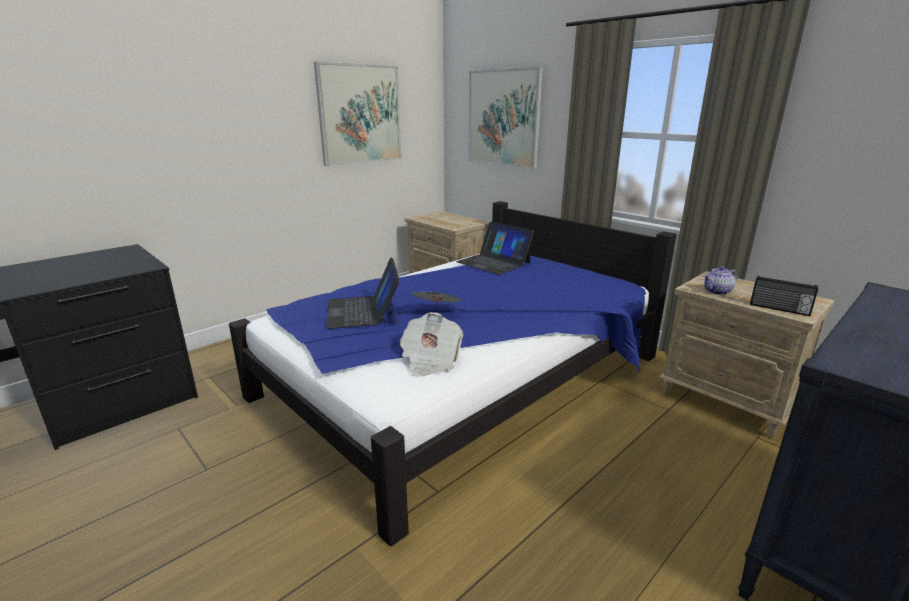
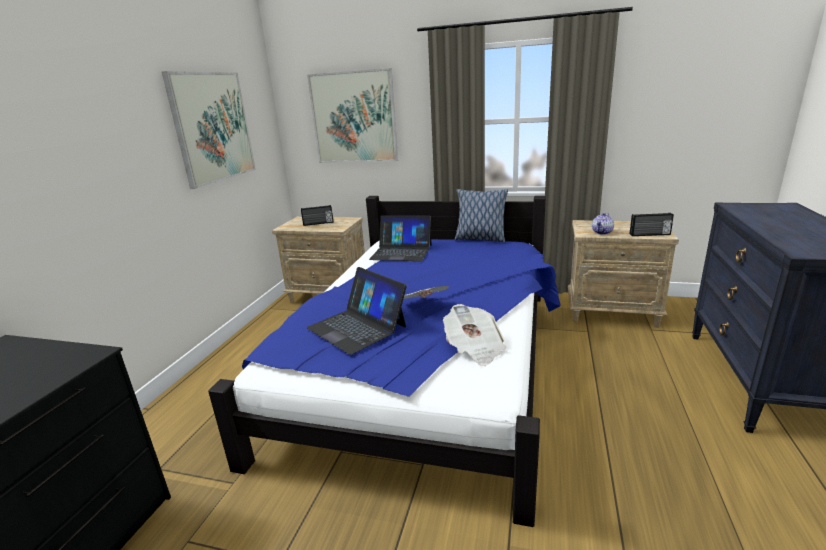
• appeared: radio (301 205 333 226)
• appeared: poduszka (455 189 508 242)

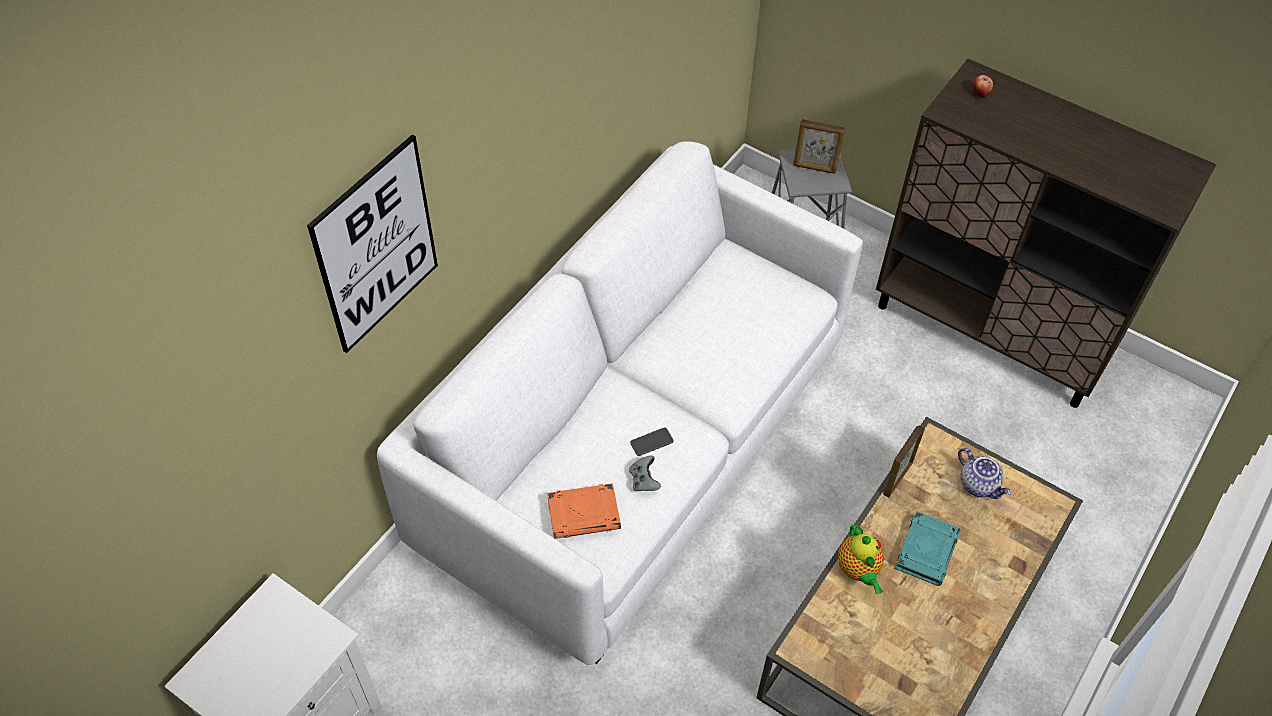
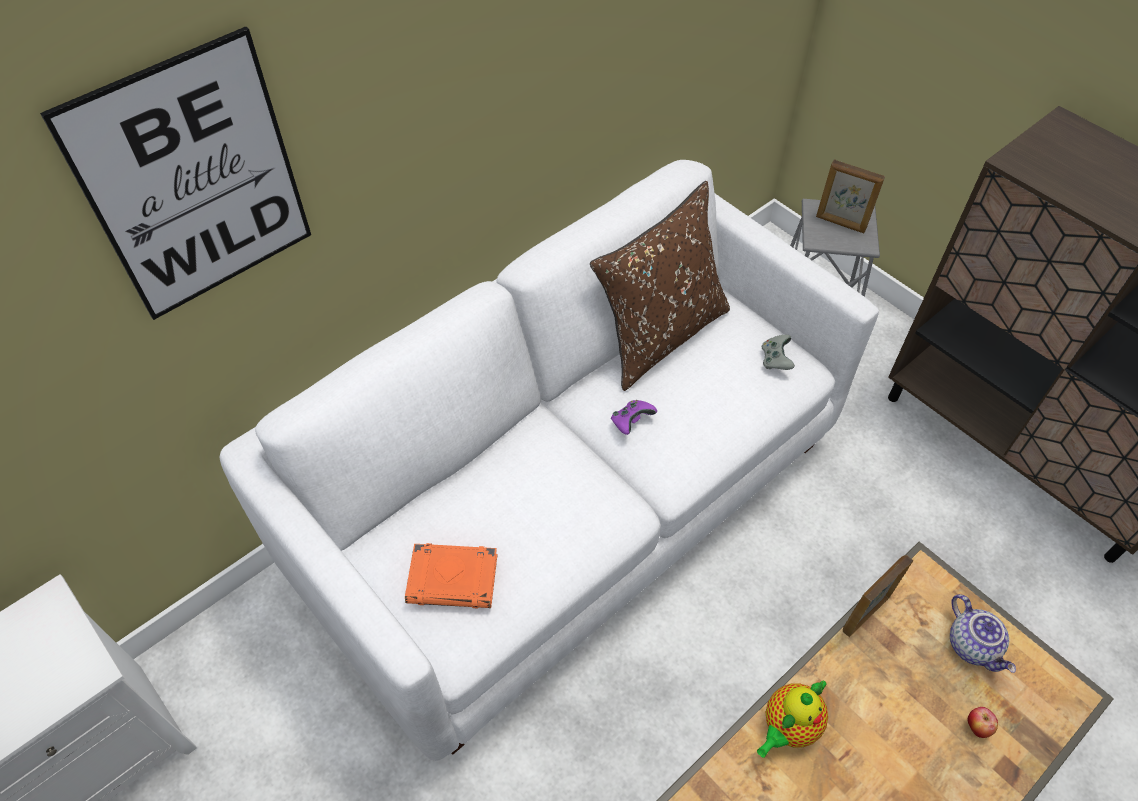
• appeared: poduszka [brązowy] (590 181 730 391)
• appeared: pad do gier [fioletowy] (611 400 657 435)
• spun: imbryk (838 524 884 594) = (757 680 828 758) 45 degrees clockwise
• relocated: pad do gier [szary] (629 456 661 491) to (762 334 795 370)
• relocated: jabłko (973 75 993 97) to (968 707 998 738)
• missing: telefon (630 427 674 456)
• missing: książka [turkusowy] (895 511 960 586)

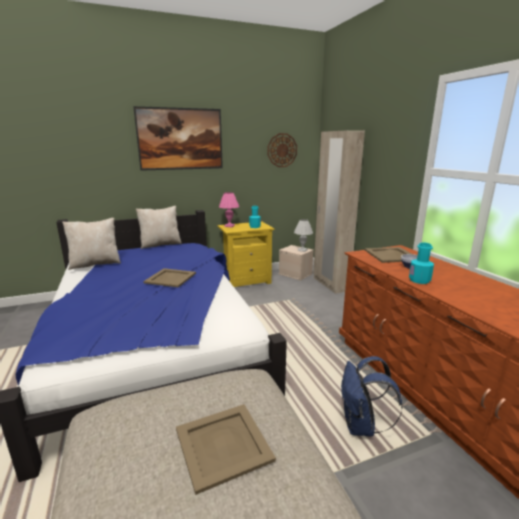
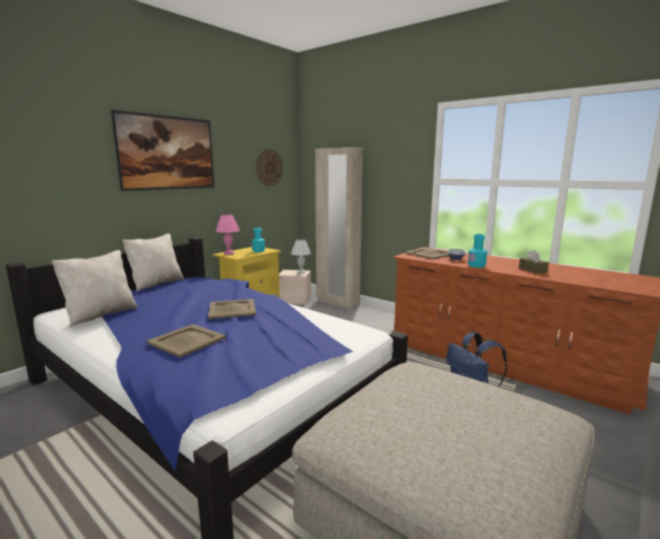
• relocated: taca [beżowy] (176 404 276 495) to (147 324 226 358)
• appeared: pudełko chusteczek [brązowy] (519 250 549 274)

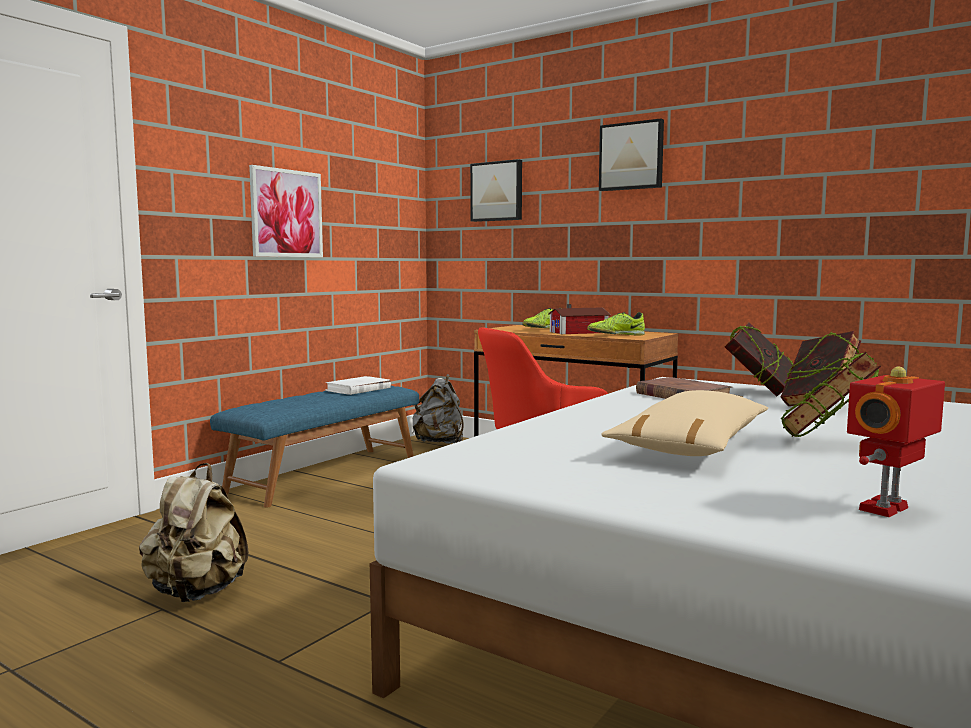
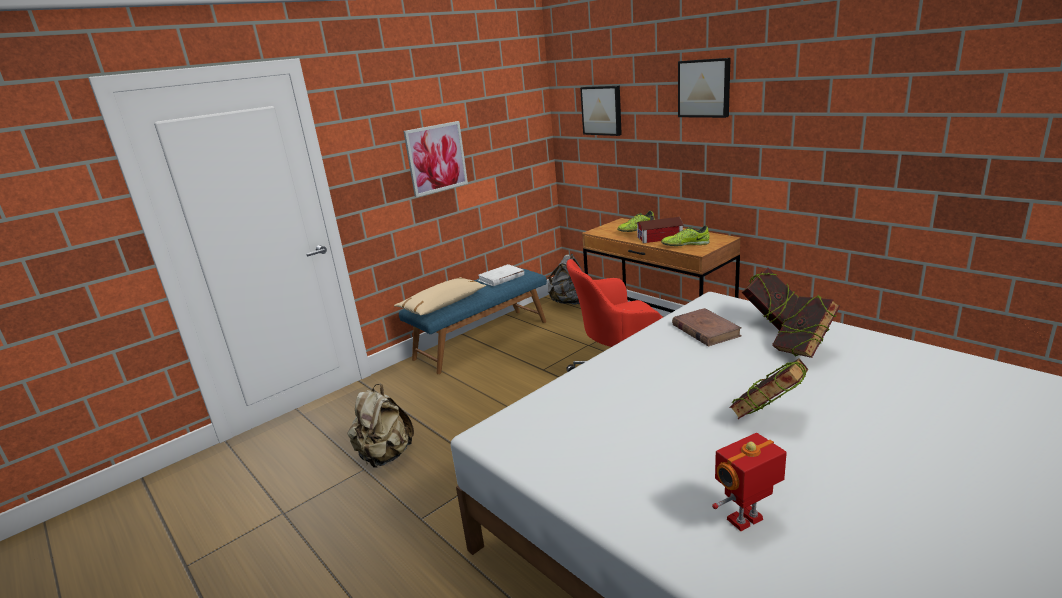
• relocated: poduszka [beżowy] (602 390 768 456) to (394 277 486 315)

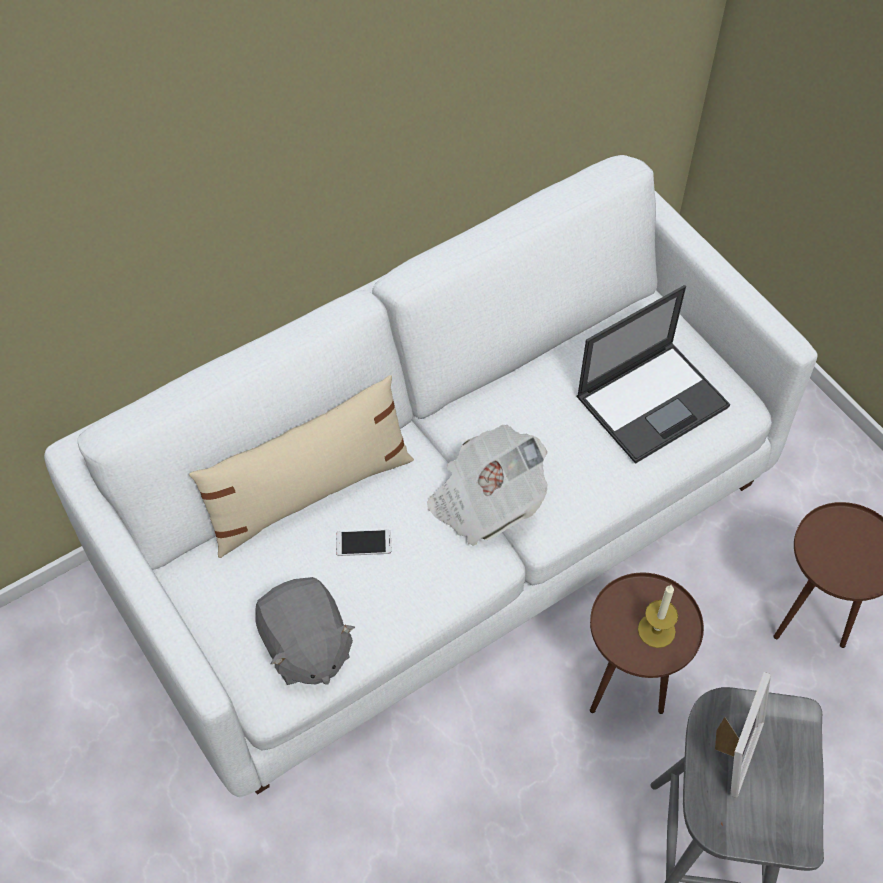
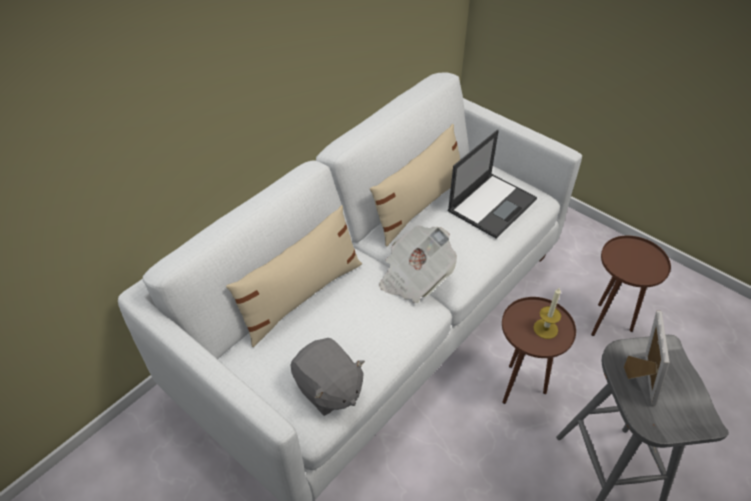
• appeared: poduszka [beżowy] (370 124 460 246)
• missing: telefon (336 529 392 556)

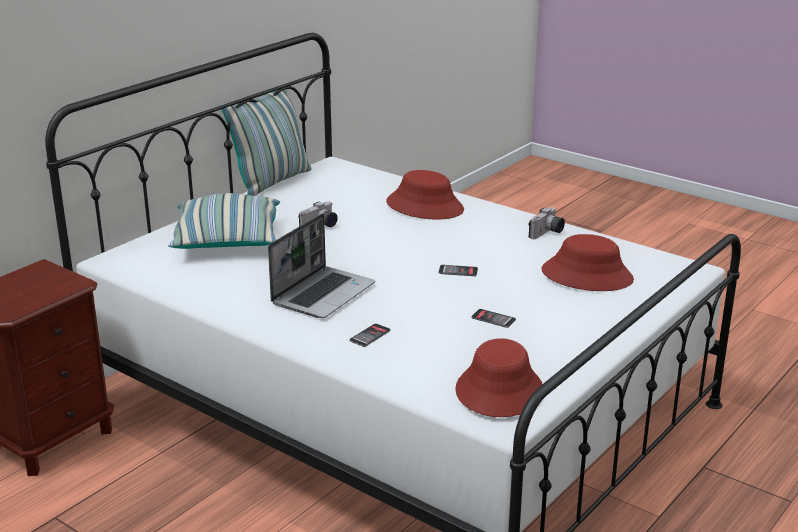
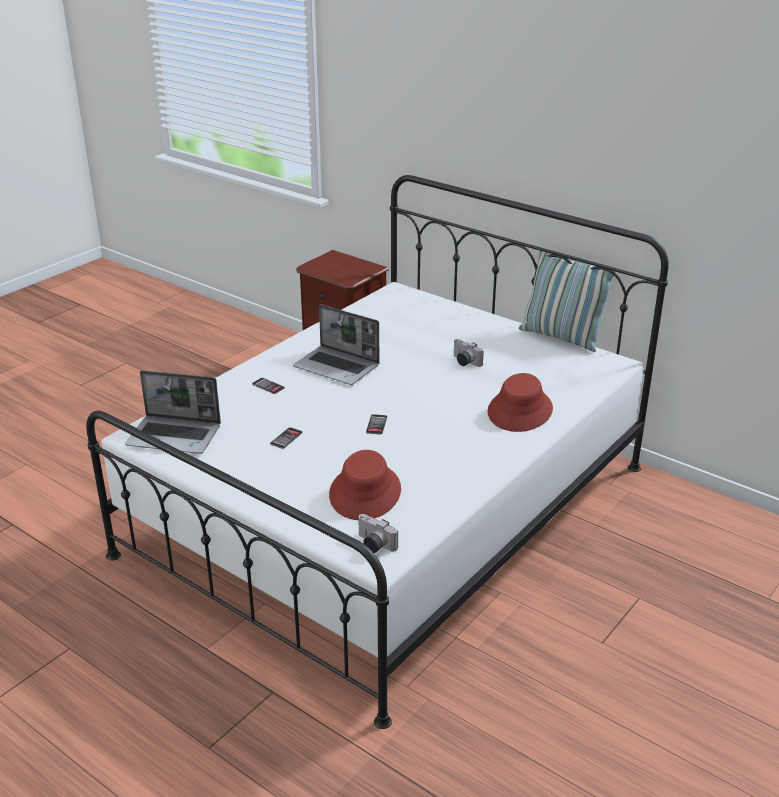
• exchanged: kapelusz [czerwony] (455 338 542 417) to laptop (125 370 221 454)
• relocated: aparat fotograficzny (529 207 565 239) to (357 514 398 553)
• missing: poduszka (168 193 280 249)

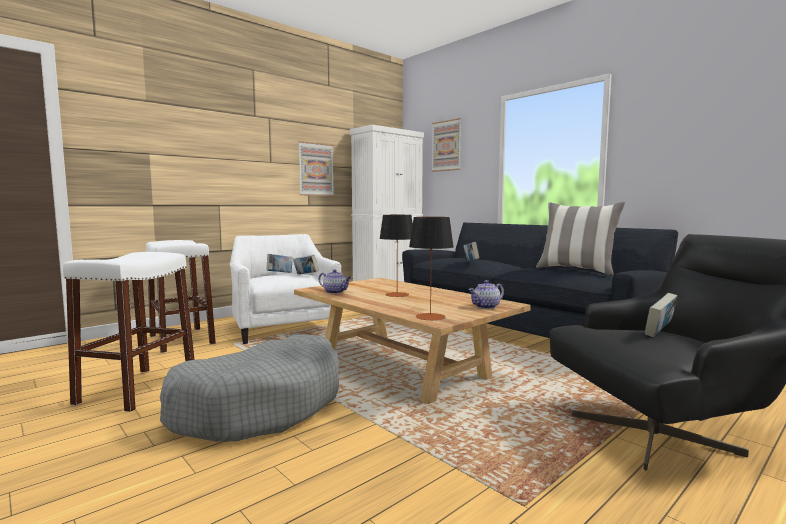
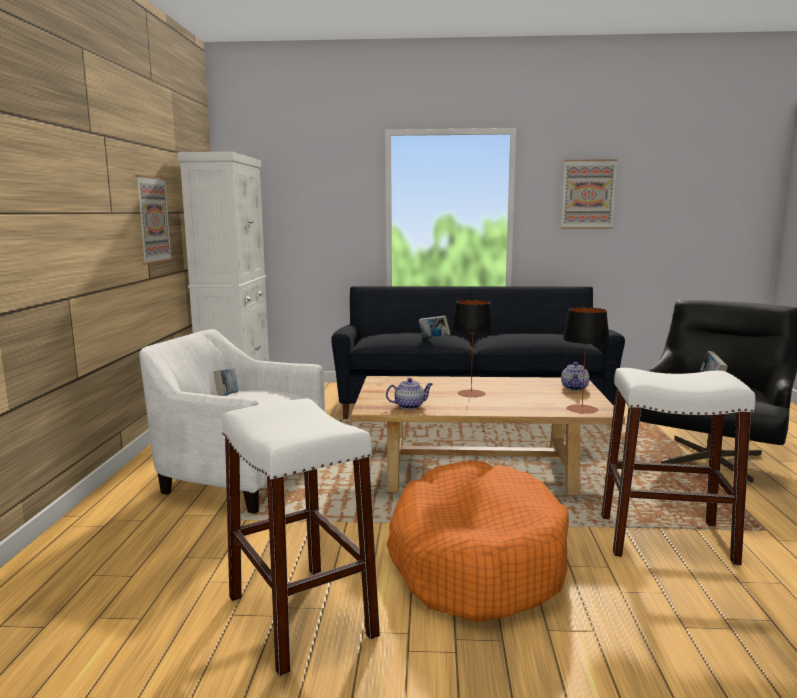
• colour: legowisko [szary] (160 334 339 442) to legowisko [pomarańczowy] (386 460 569 622)
• relocated: obraz (431 118 462 172) to (561 159 617 229)
• relocated: stołek [biały] (146 240 216 353) to (601 368 755 566)
• missing: książka (293 255 319 274)
• missing: poduszka (536 202 625 275)

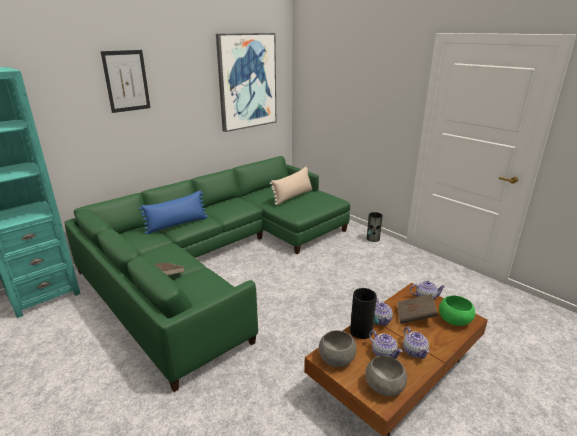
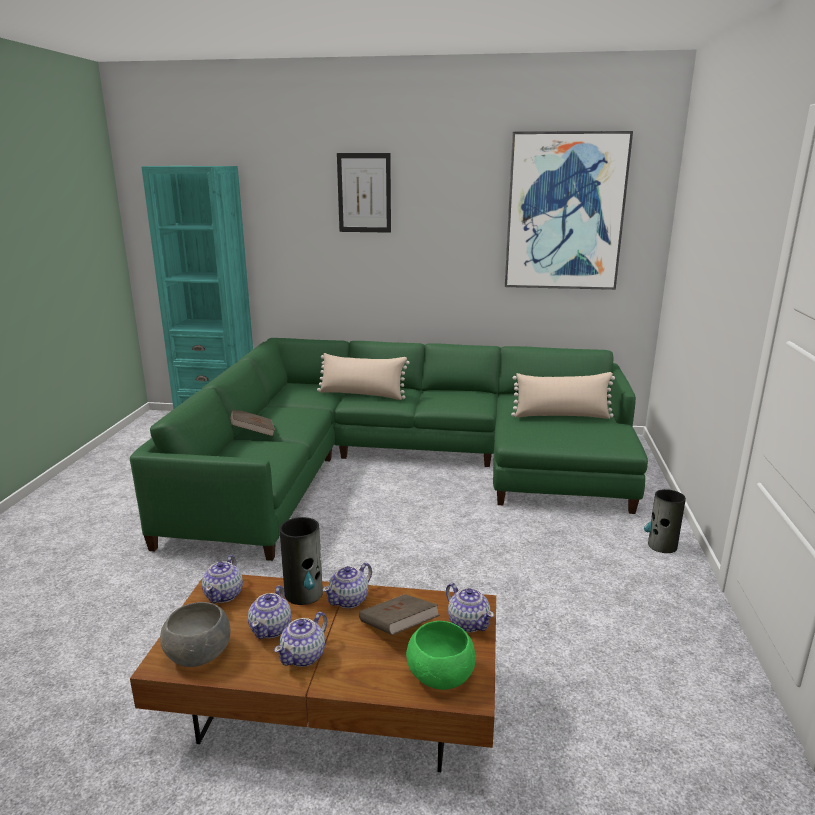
• exchanged: miska [szary] (319 330 357 367) to imbryk (202 555 243 603)
• colour: poduszka [niebieski] (139 191 208 234) to poduszka [beżowy] (317 353 410 400)

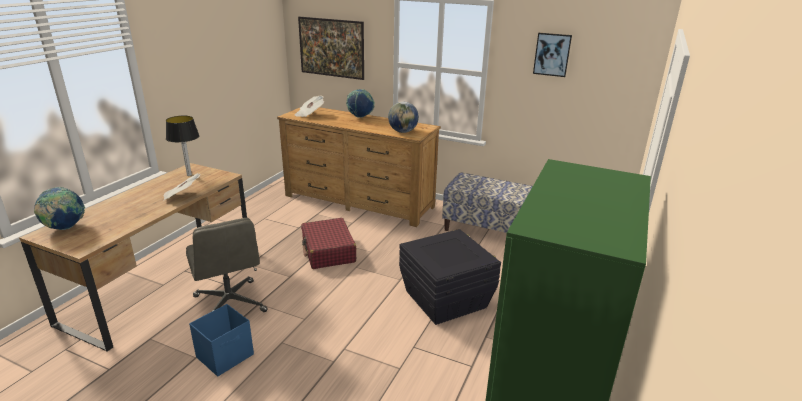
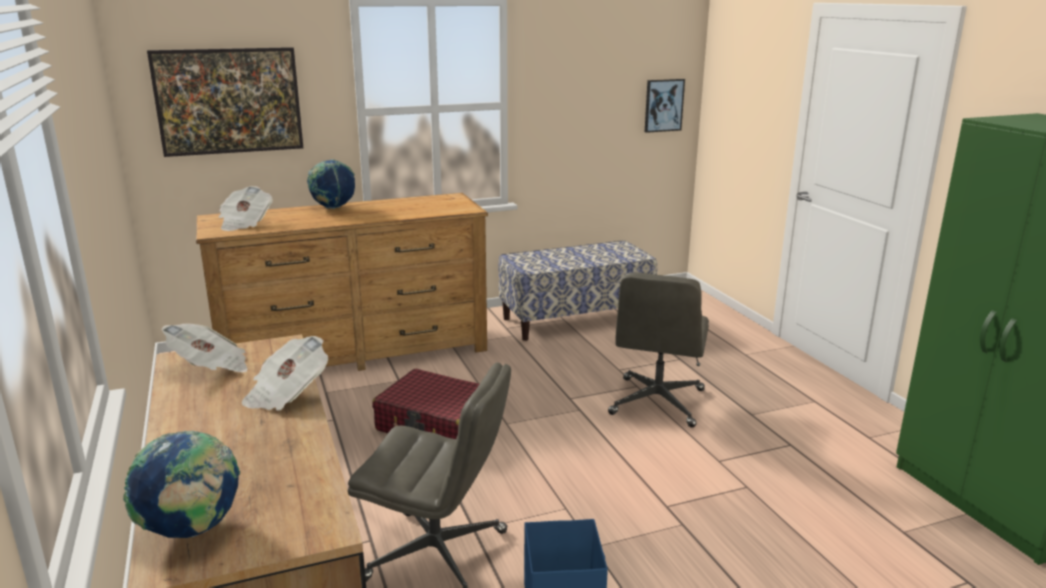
• exchanged: lampa stołowa (166 116 199 176) to gazeta (162 324 247 372)
• exchanged: pojemnik do przechowywania [czarny] (399 229 501 325) to krzesło biurowe [szary] (608 272 709 428)
• relocated: obraz (533 33 572 77) to (645 79 685 133)
• missing: globus (388 102 419 133)

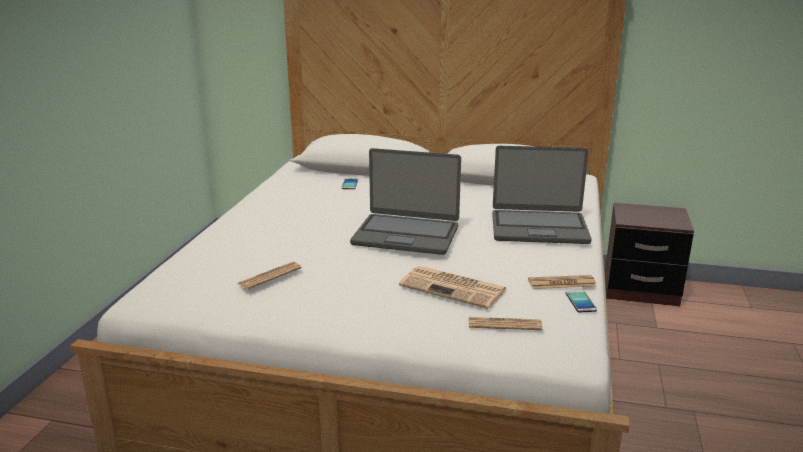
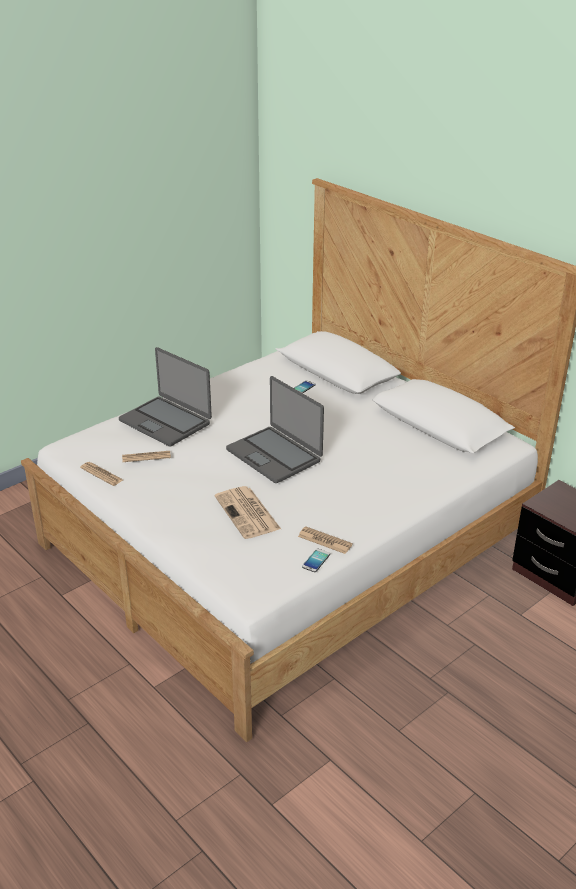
• relocated: gazeta (469 317 543 330) to (80 462 123 486)
• relocated: laptop (492 146 592 244) to (119 347 212 446)

